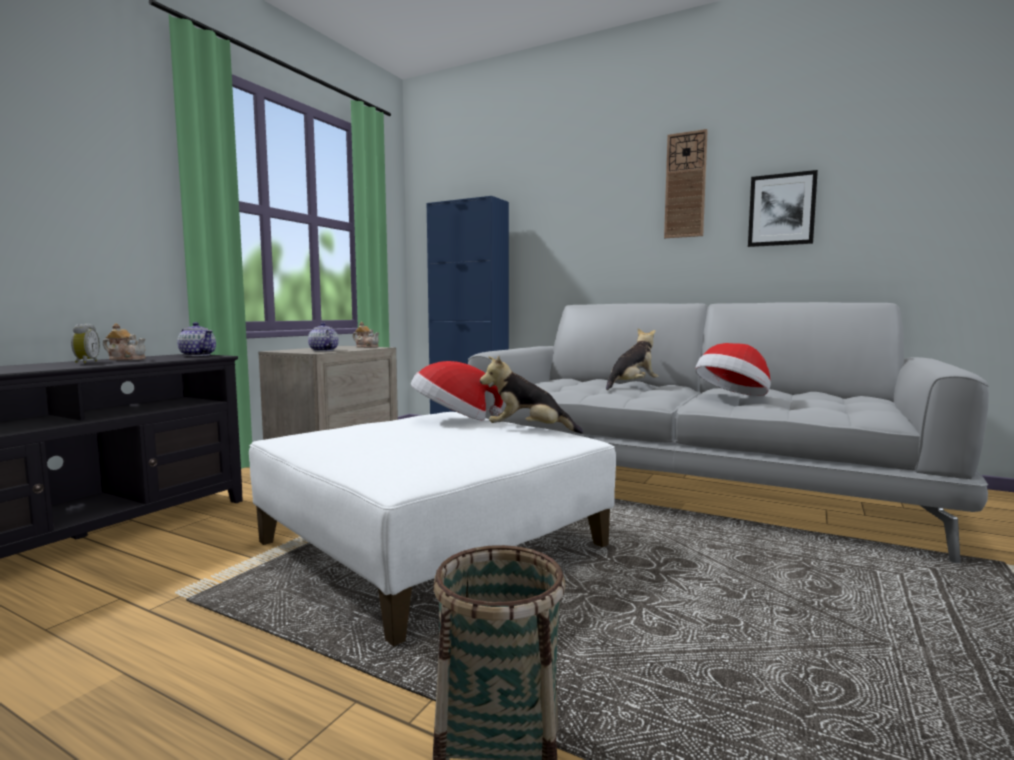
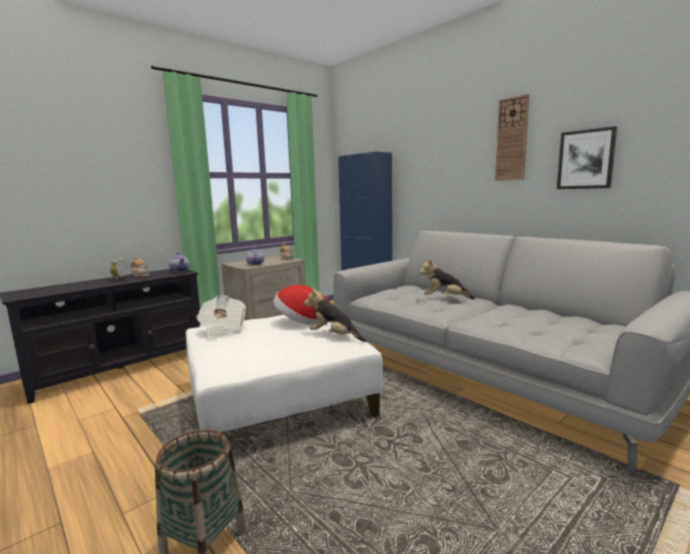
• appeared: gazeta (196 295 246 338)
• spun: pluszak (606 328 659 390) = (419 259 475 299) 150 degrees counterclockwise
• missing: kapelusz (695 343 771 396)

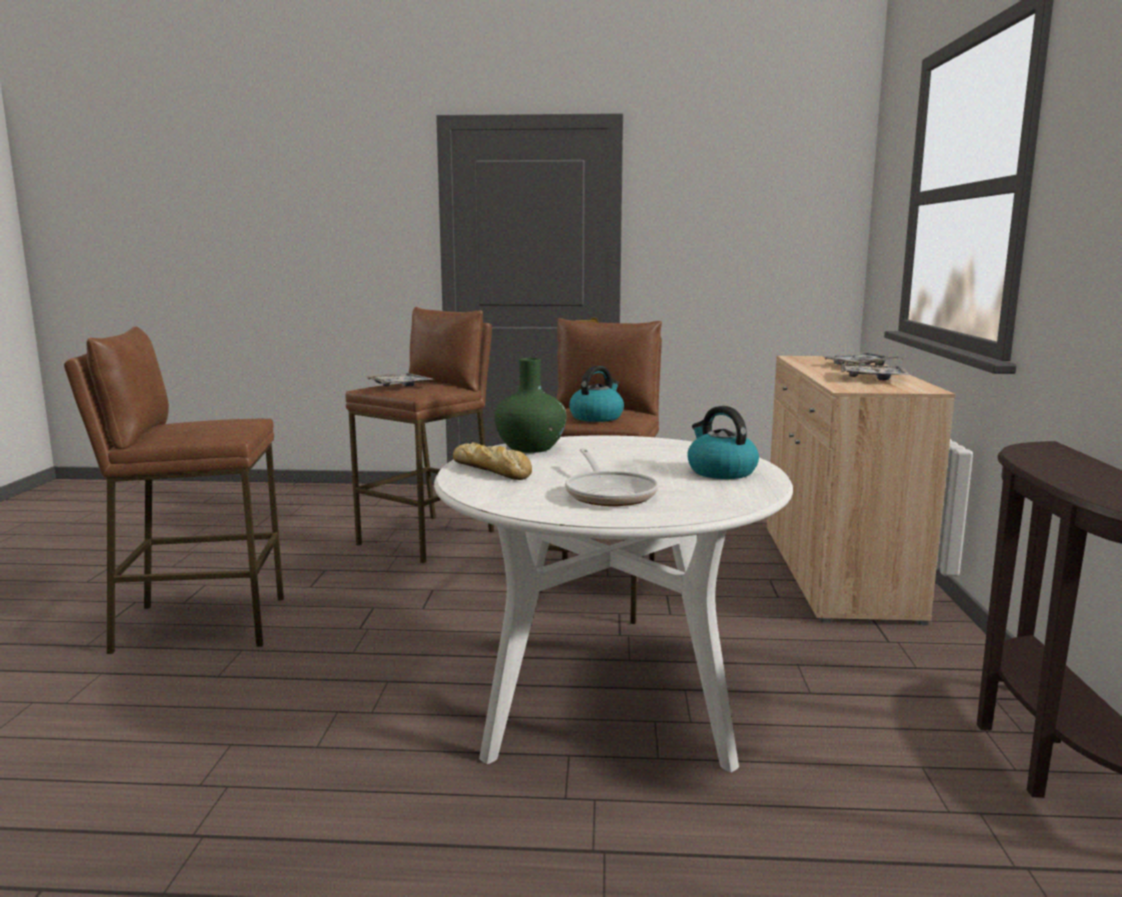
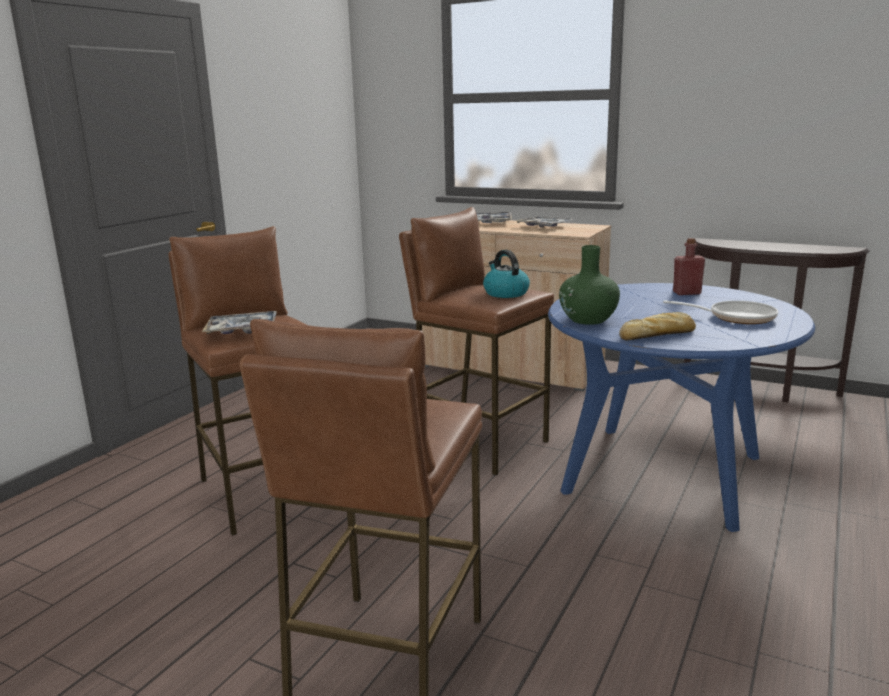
• colour: stół jadalny [biały] (434 435 793 772) to stół jadalny [niebieski] (548 283 815 532)
• exchanged: czajnik (688 406 759 479) to butelka [czerwony] (673 238 705 295)

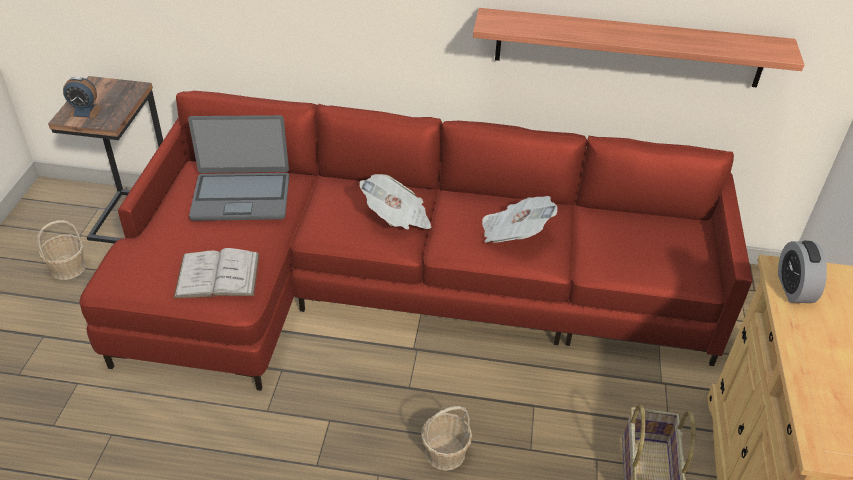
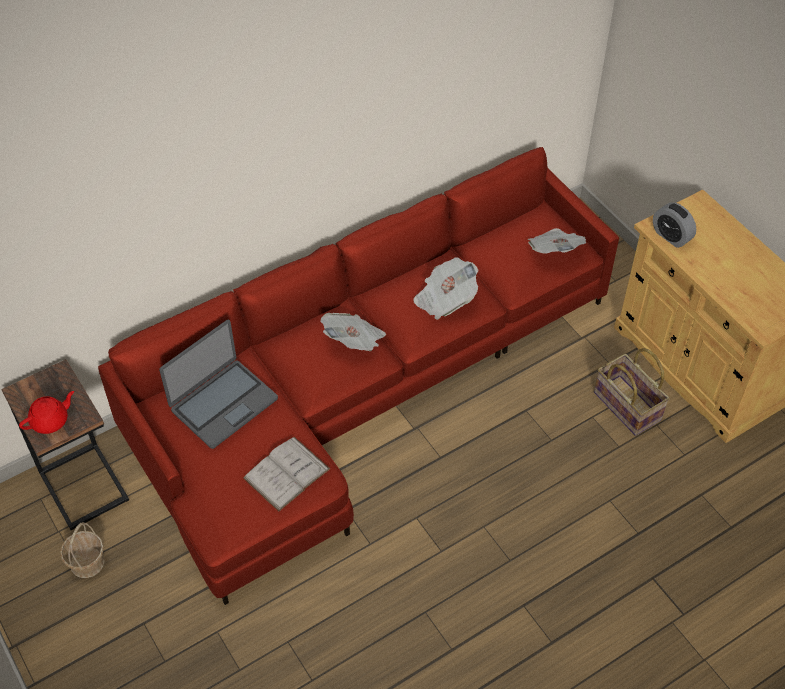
• exchanged: budzik (63 77 102 118) to imbryk [czerwony] (19 391 74 434)
• appeared: gazeta (528 228 587 254)
• missing: koszyk (421 406 472 471)
• missing: półka (473 8 804 88)

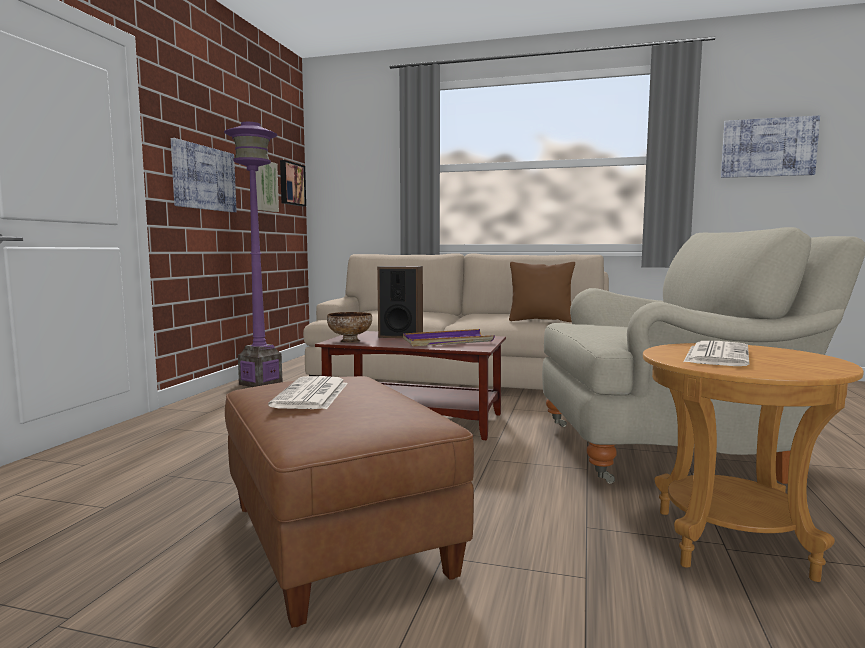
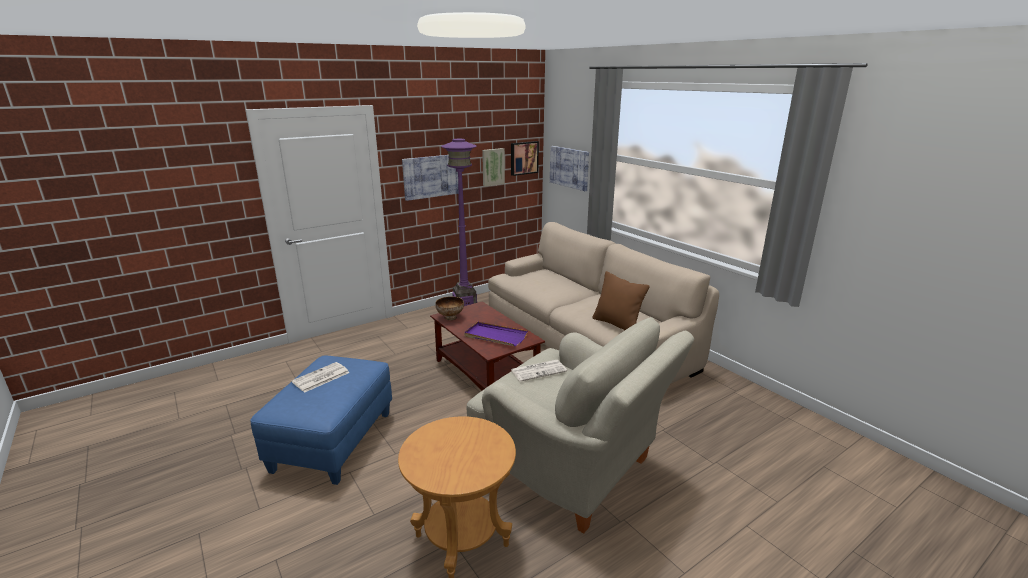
• colour: pufa [brązowy] (225 376 474 628) to pufa [niebieski] (250 356 392 485)
• relocated: gazeta (684 341 749 366) to (511 360 567 382)
• relocated: obraz (721 116 820 178) to (550 146 589 191)
• missing: głośnik (377 266 423 338)

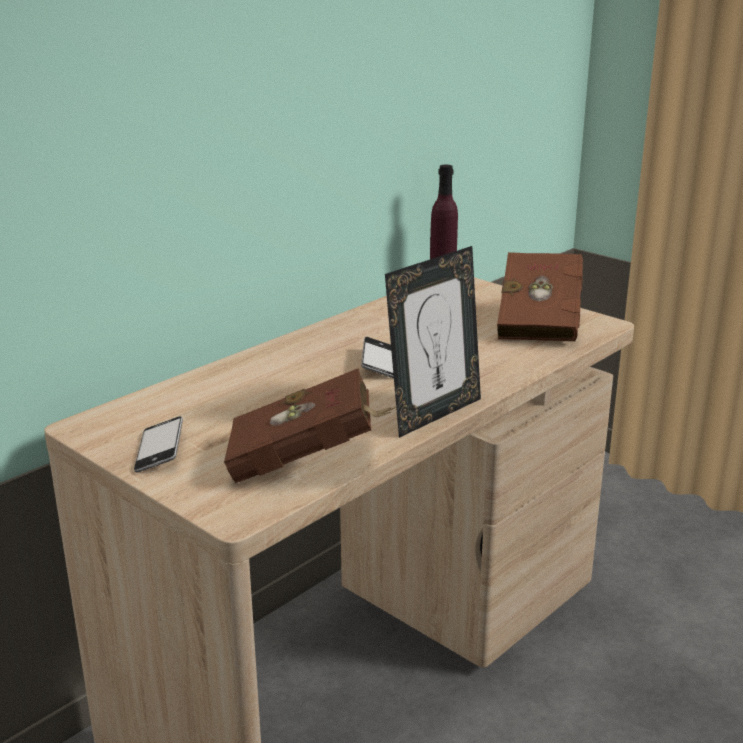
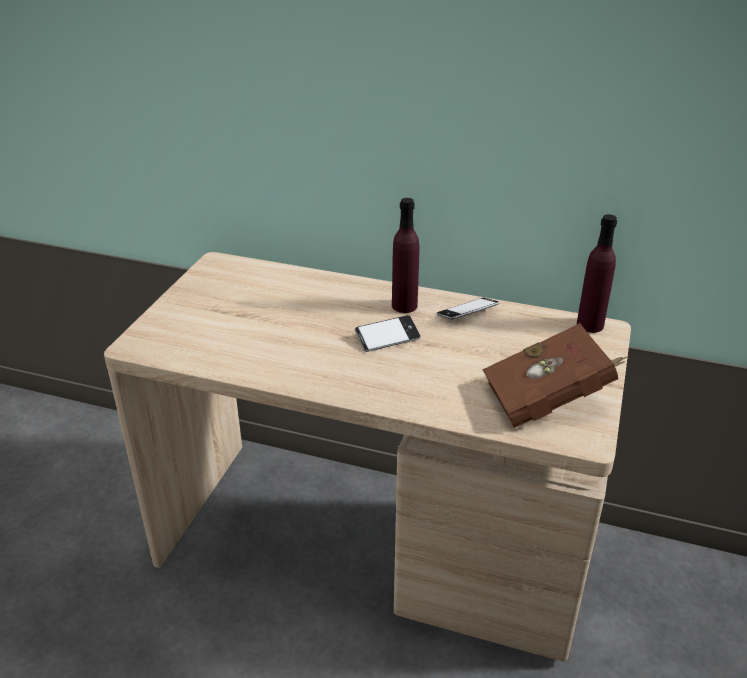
• appeared: butelka [fioletowy] (392 198 419 313)
• relocated: telefon (134 416 183 472) to (437 298 499 320)
• missing: książka [brązowy] (224 368 396 483)
• missing: ramka na zdjęcie (385 246 481 438)

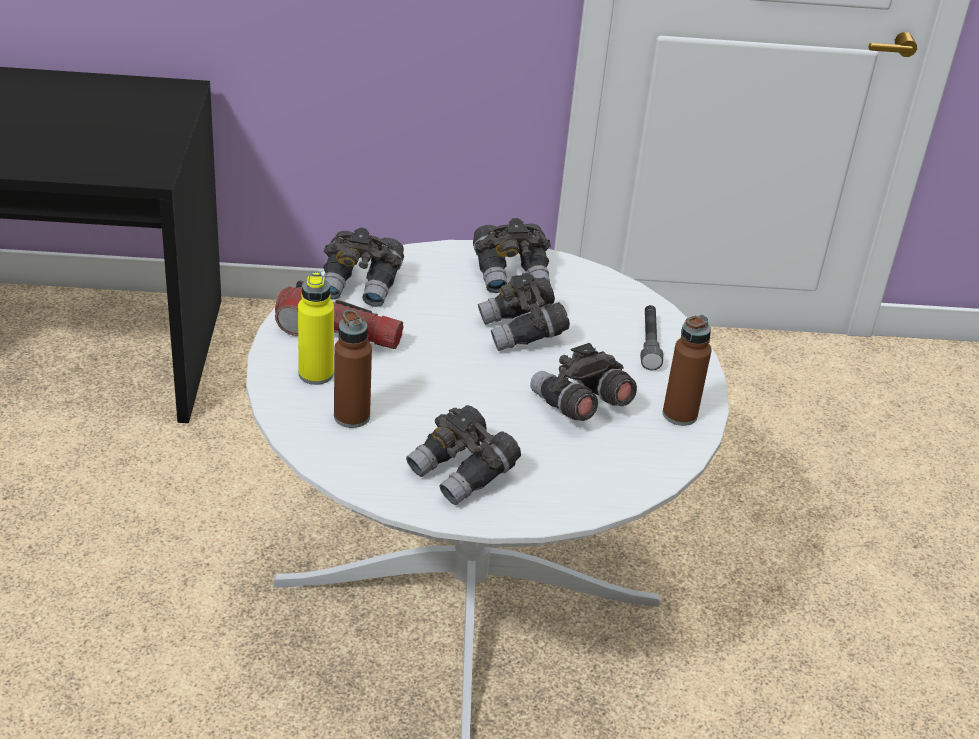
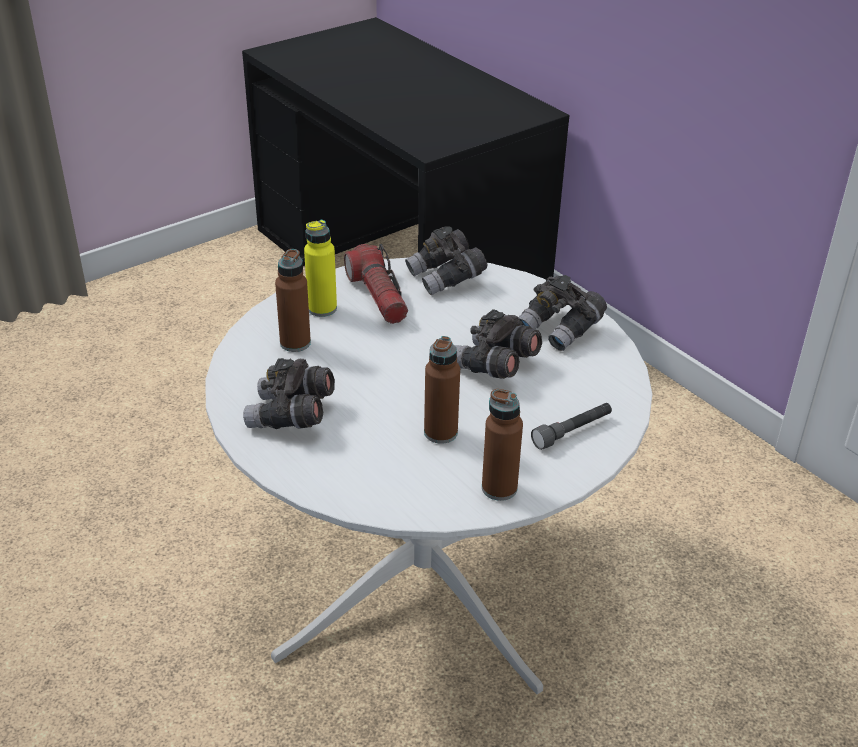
• exchanged: lornetka [szary] (530 343 637 421) to butelka [brązowy] (424 336 460 444)

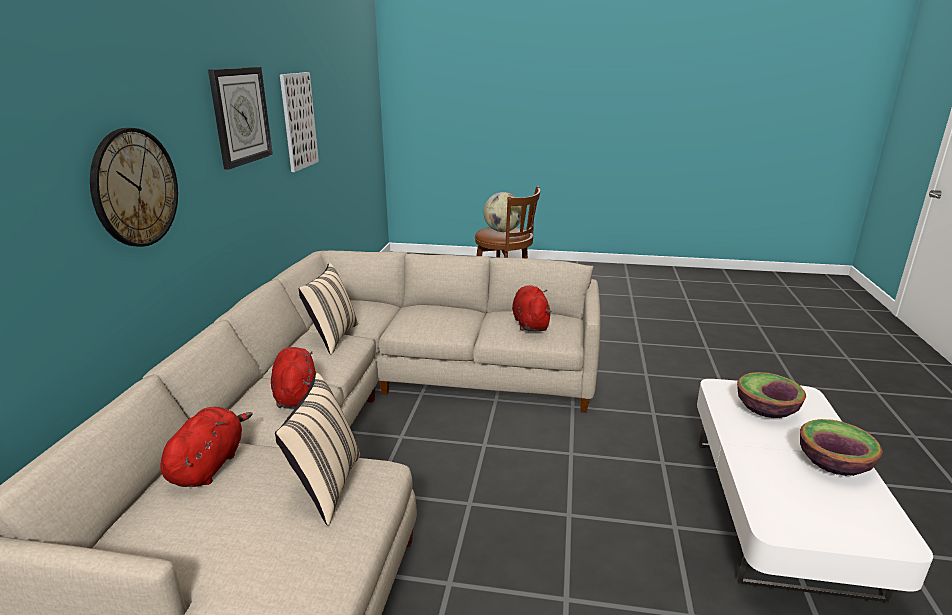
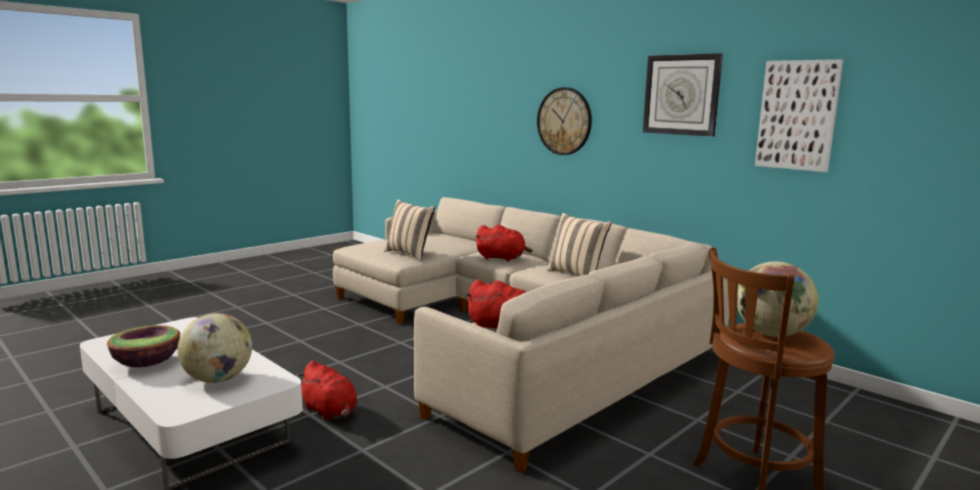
• exchanged: miska (737 372 806 418) to globus (178 313 252 383)
• relocated: pluszak [czerwony] (161 407 253 487) to (297 361 358 421)

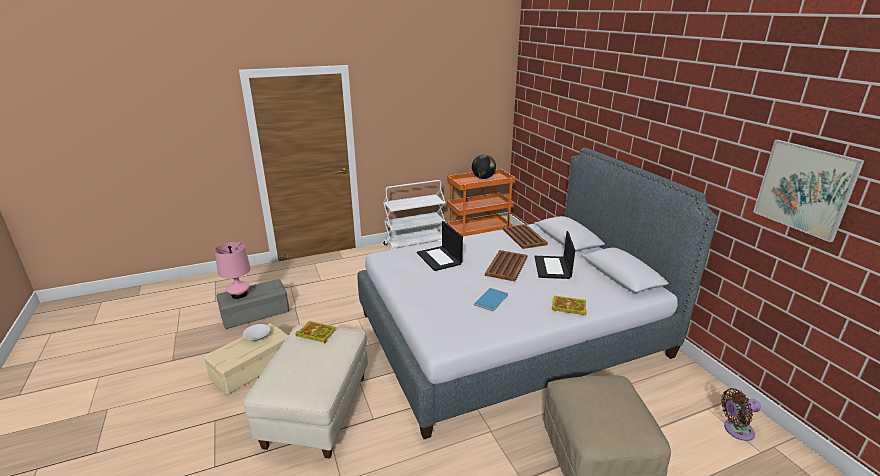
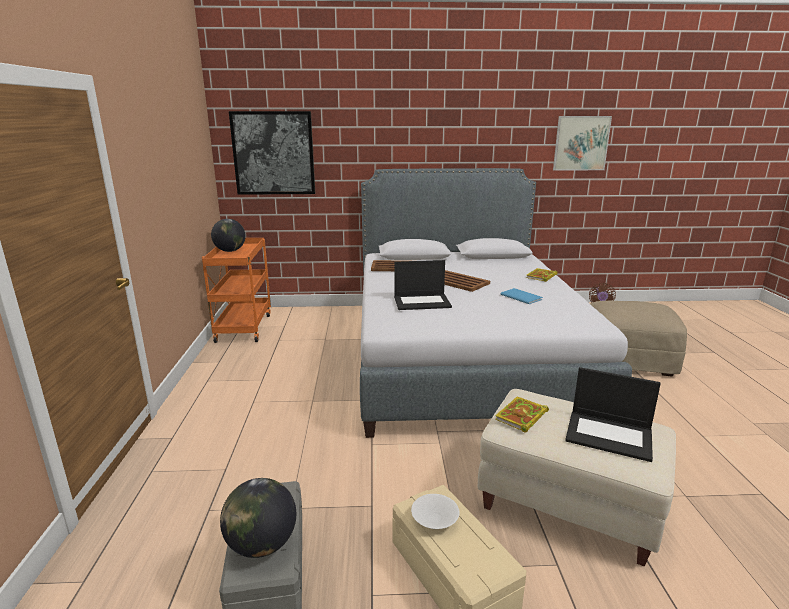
• exchanged: lampa stołowa [różowy] (215 242 251 299) to globus (220 478 296 558)
• appeared: obraz (229 111 315 195)
• relocated: laptop (534 231 575 279) to (565 367 661 462)
• missing: wózek [biały] (383 180 446 250)

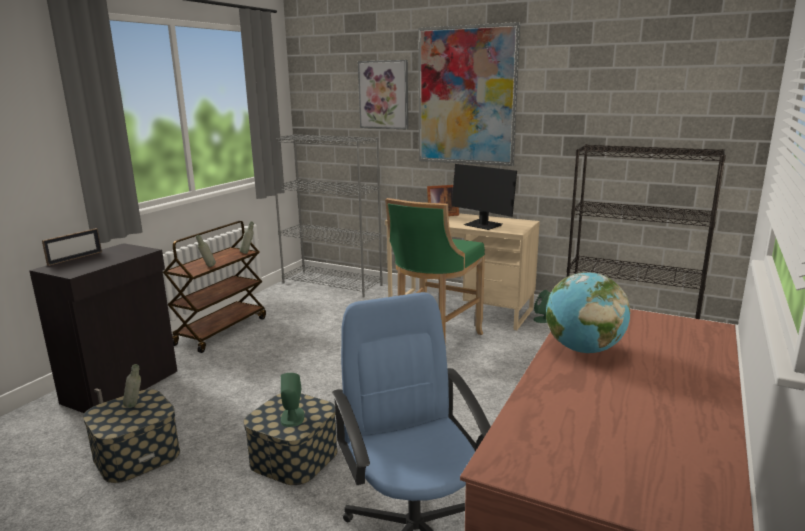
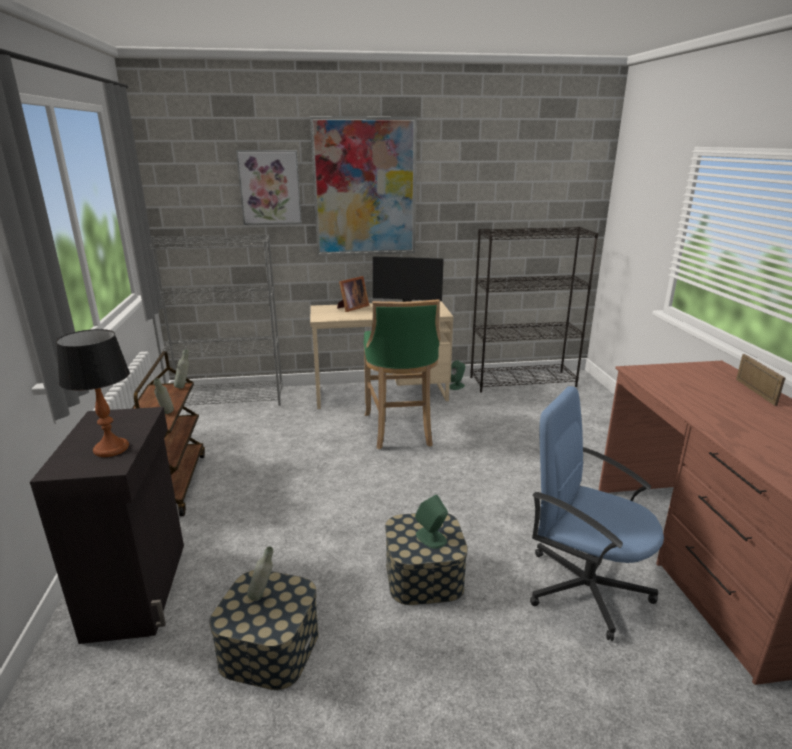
• appeared: lampa stołowa (56 329 130 457)
• relocated: ramka na zdjęcie (42 228 102 266) to (736 354 785 406)
• missing: globus (546 272 630 353)

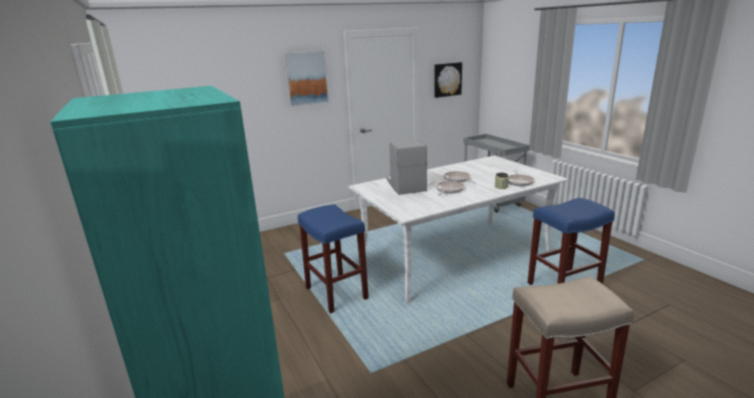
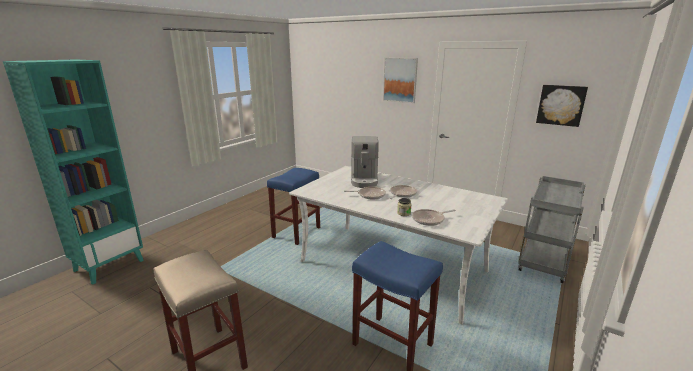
• spun: ekspres do kawy (387 139 427 195) = (351 136 379 188) 135 degrees clockwise

